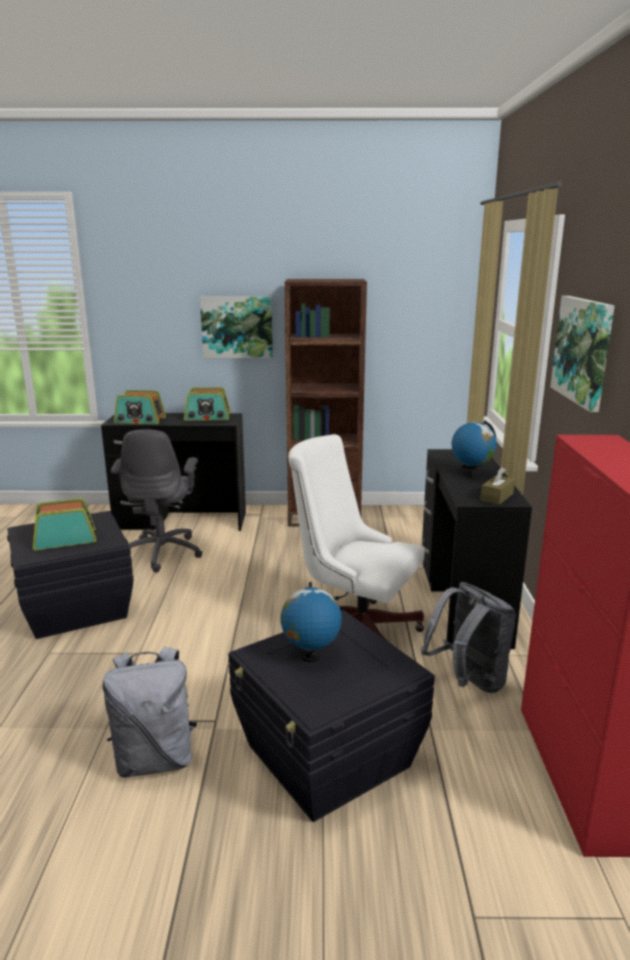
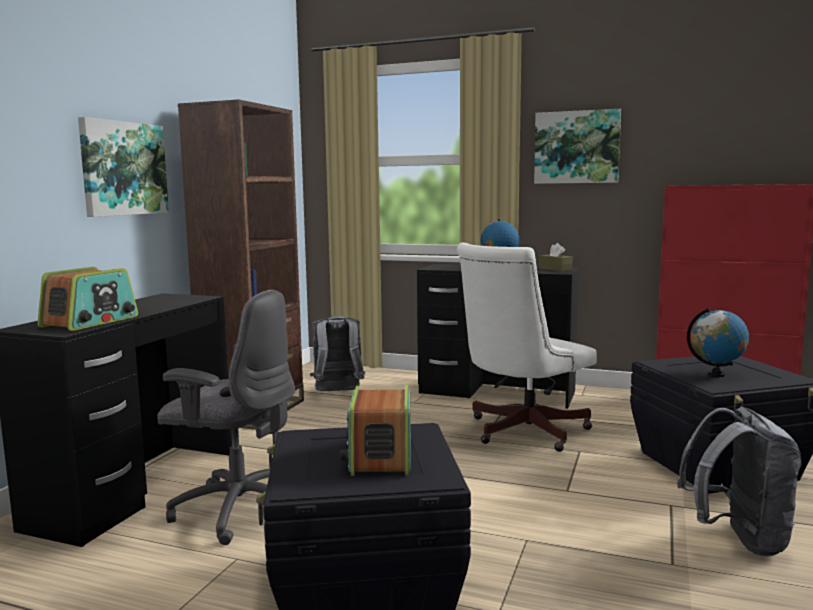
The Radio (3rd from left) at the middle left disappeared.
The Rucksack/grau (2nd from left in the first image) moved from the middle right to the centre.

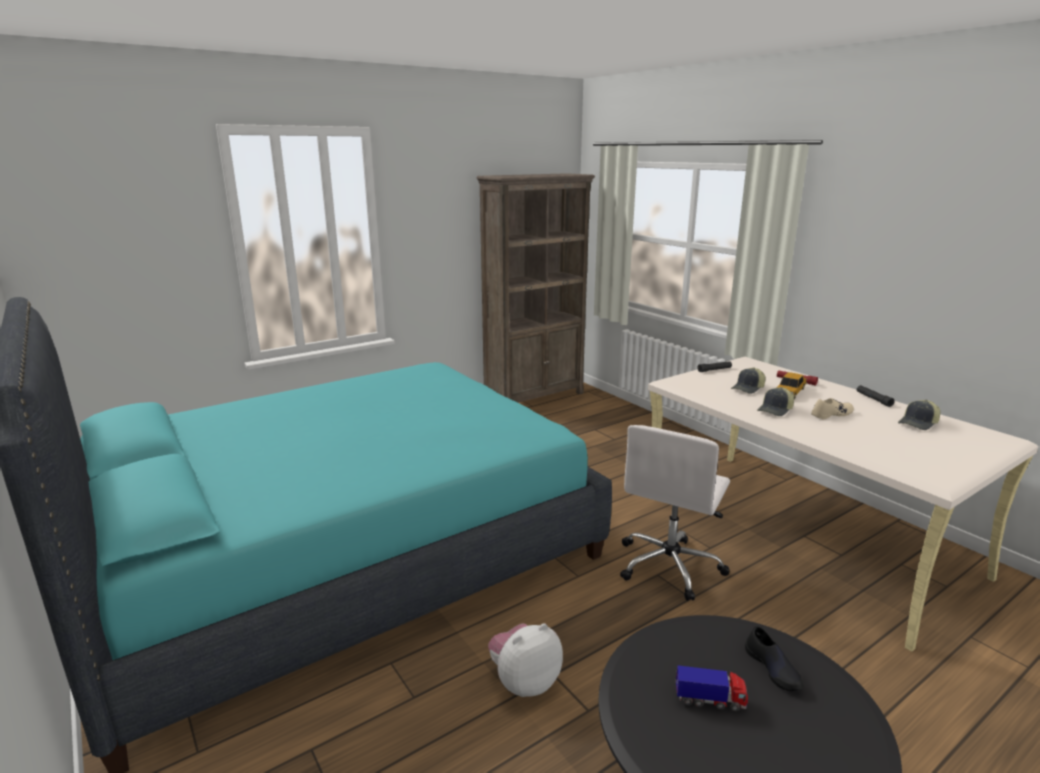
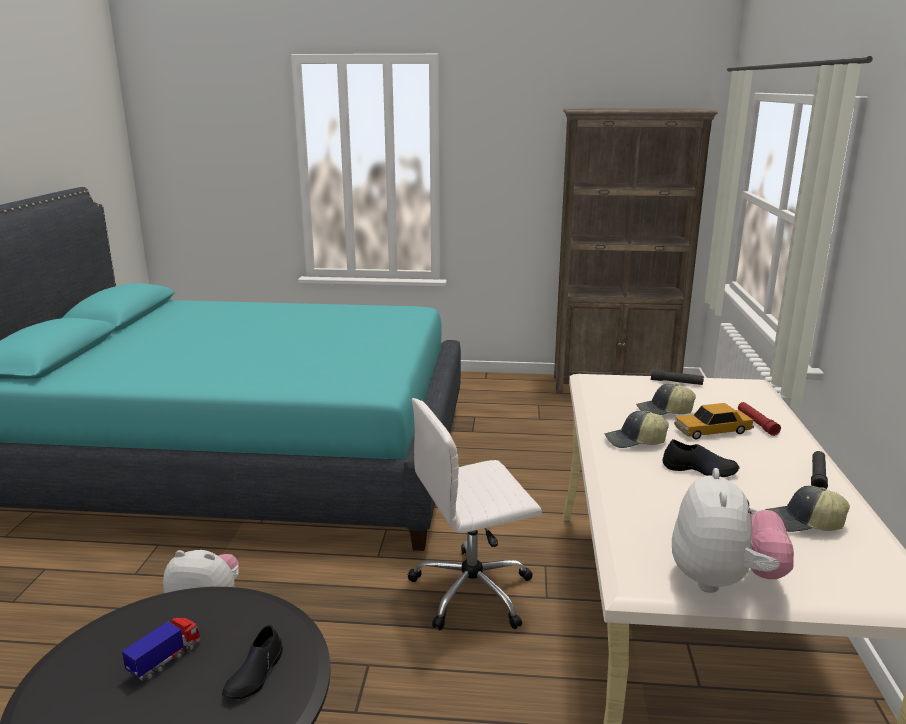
The Plüschtier (2nd from left) at the bottom right appeared.
The Schuh/beige at the middle right became the Schuh/schwarz (2nd from left) at the middle right.
The Spielzeuglaster at the bottom right turned 105 degrees counterclockwise.

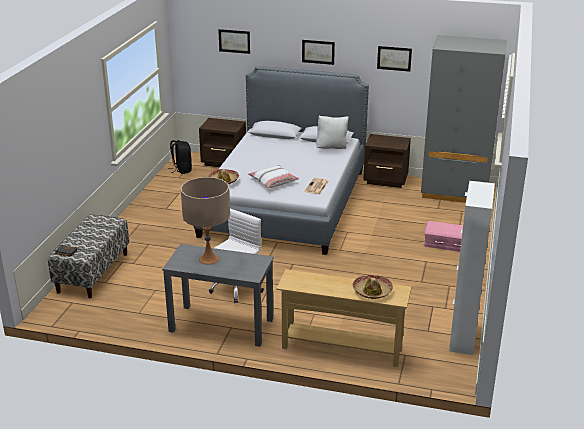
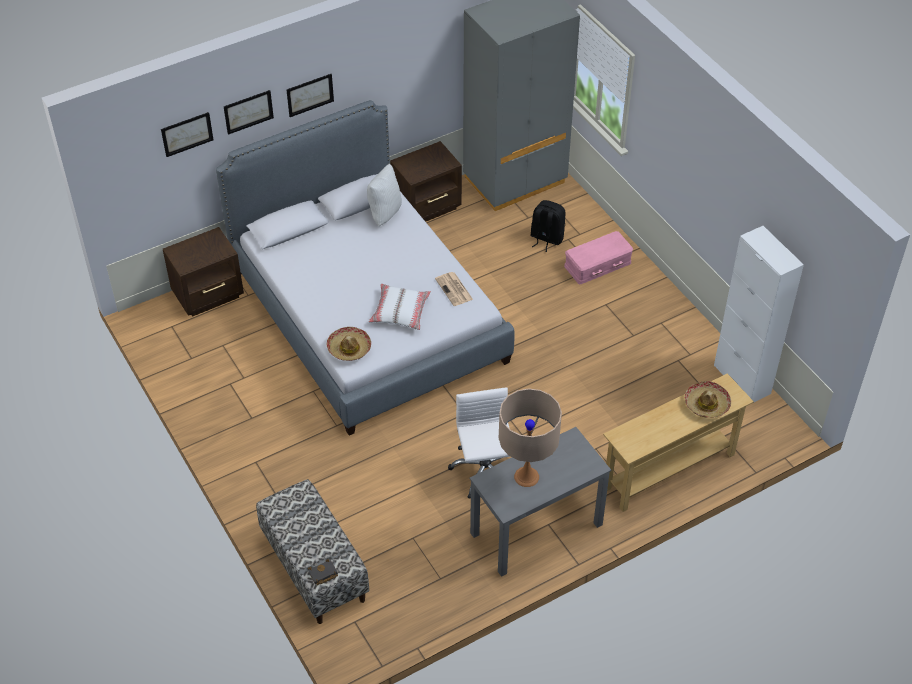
The Rucksack/schwarz moved from the middle left to the top centre.
The Bild (3rd from left in the first image) moved from the top right to the top left.

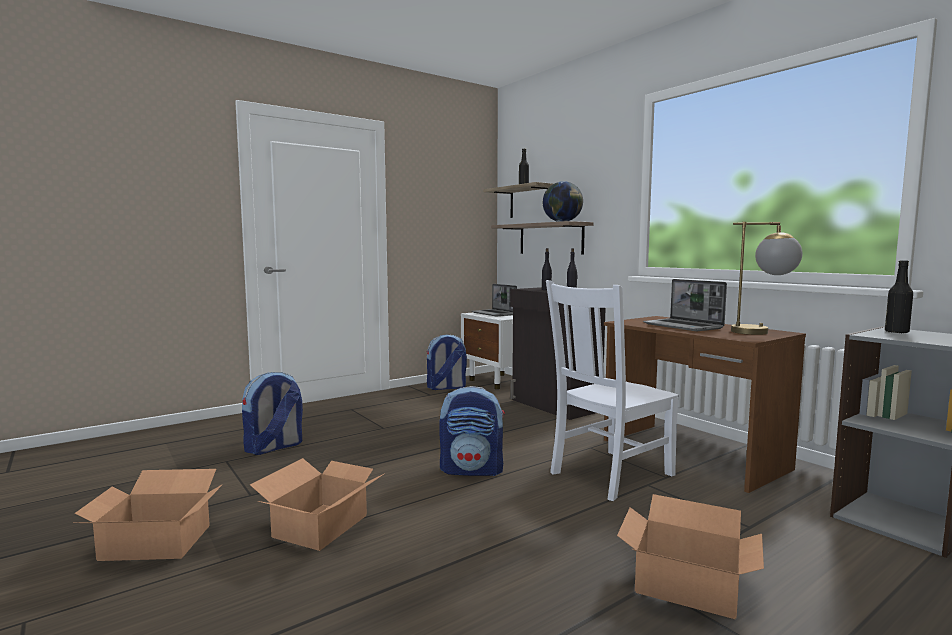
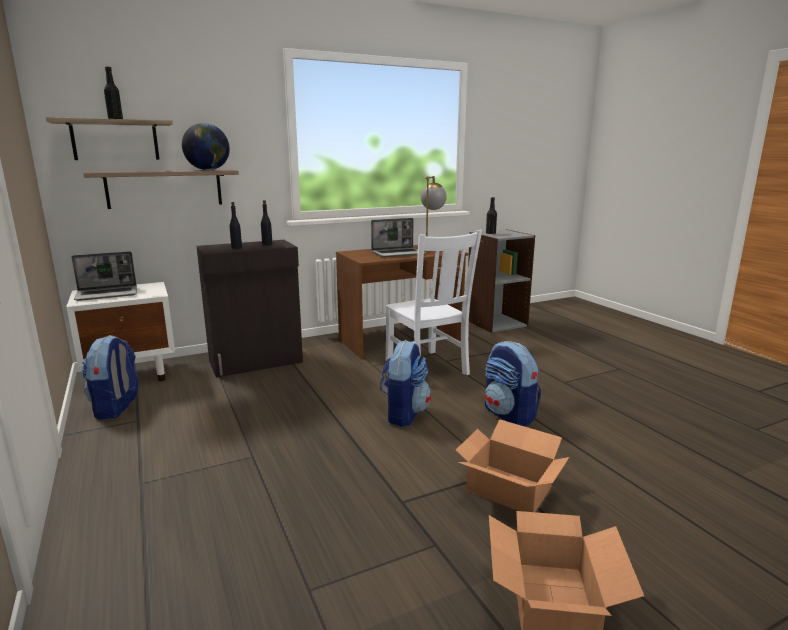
The Karton (3rd from left) at the bottom right disappeared.
The Rucksack (1st from left in the first image) moved from the middle left to the centre.

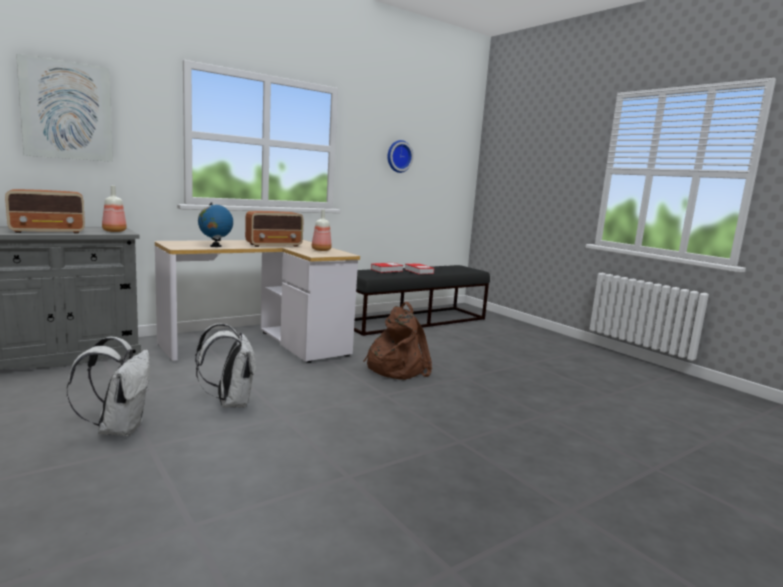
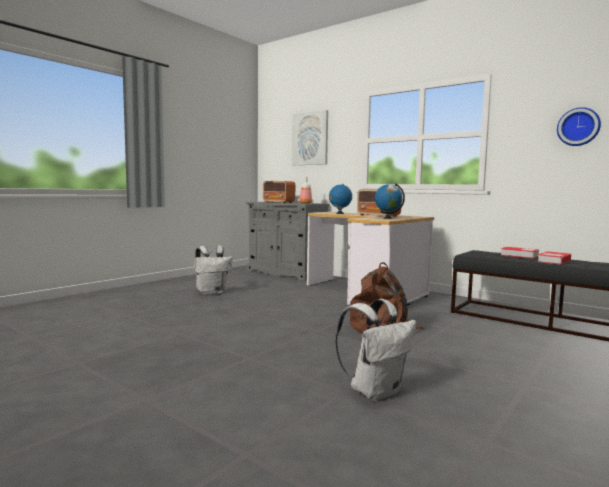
The Rucksack/weiß (2nd from left) moved from the middle left to the bottom centre.
The Flasche (2nd from left) at the centre was replaced by the Globus (2nd from left) at the centre.

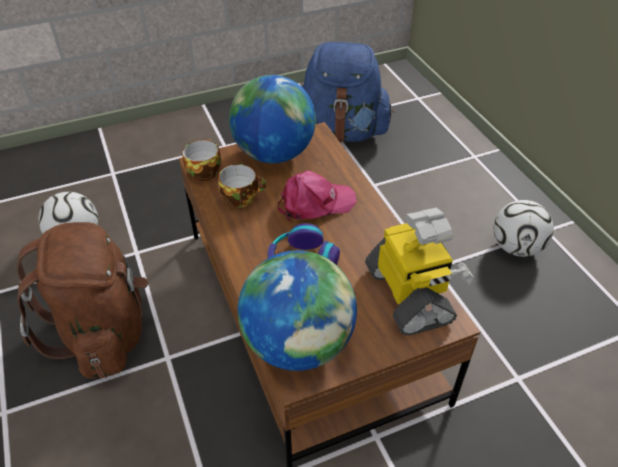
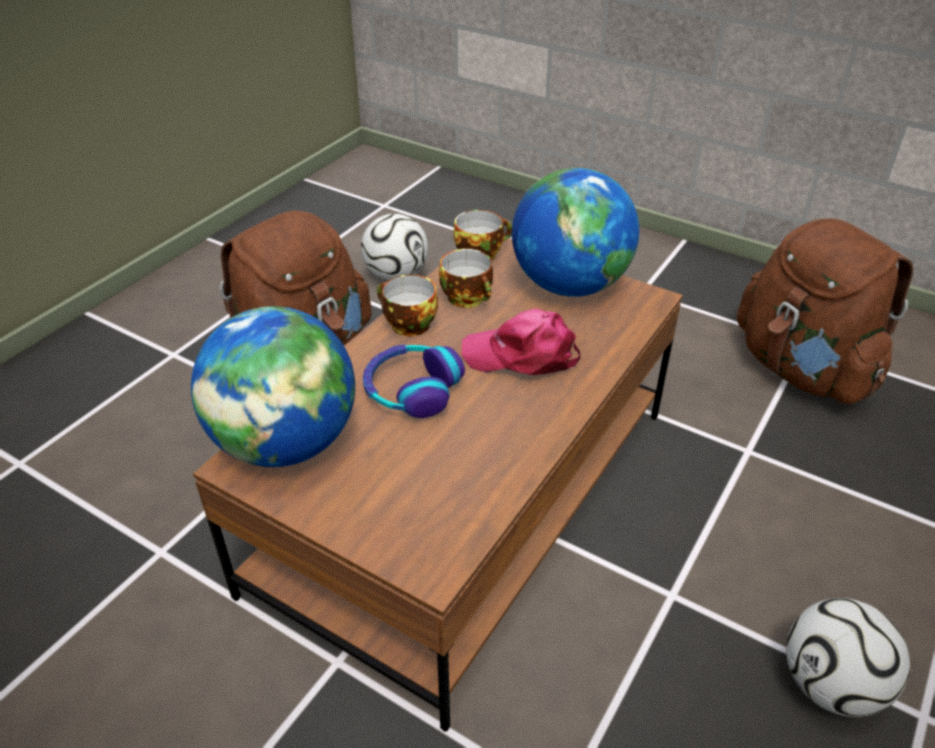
The Spielzeugroboter at the middle right disappeared.
The Tasse (1st from left) at the centre appeared.
The Rucksack/blau at the top centre became the Rucksack/braun (2nd from left) at the middle right.
The Kappe/rosa at the centre turned 150 degrees clockwise.

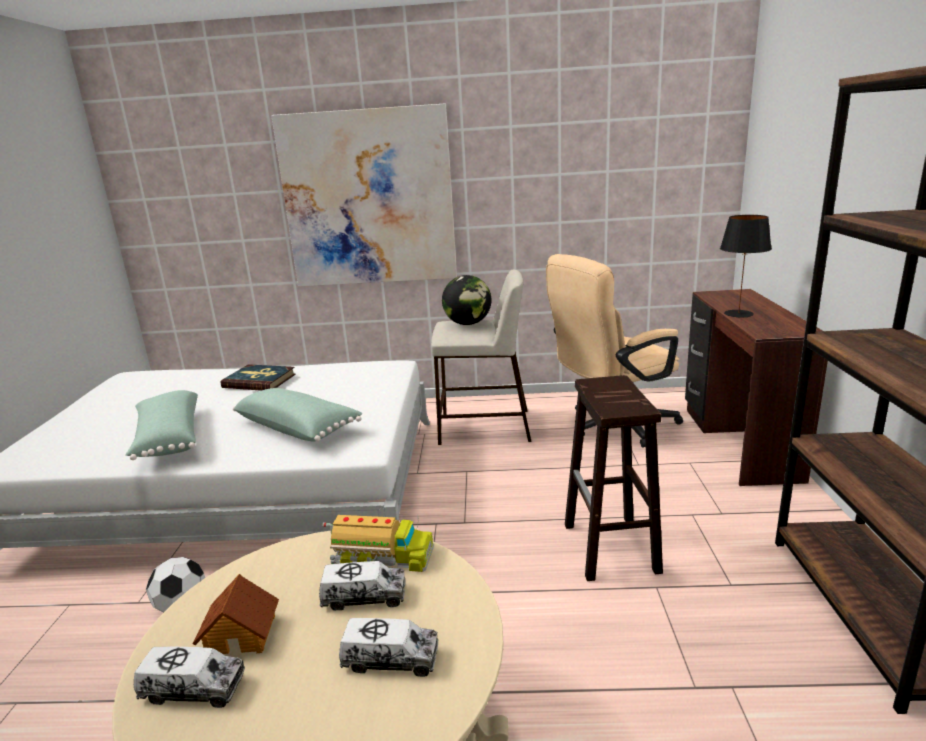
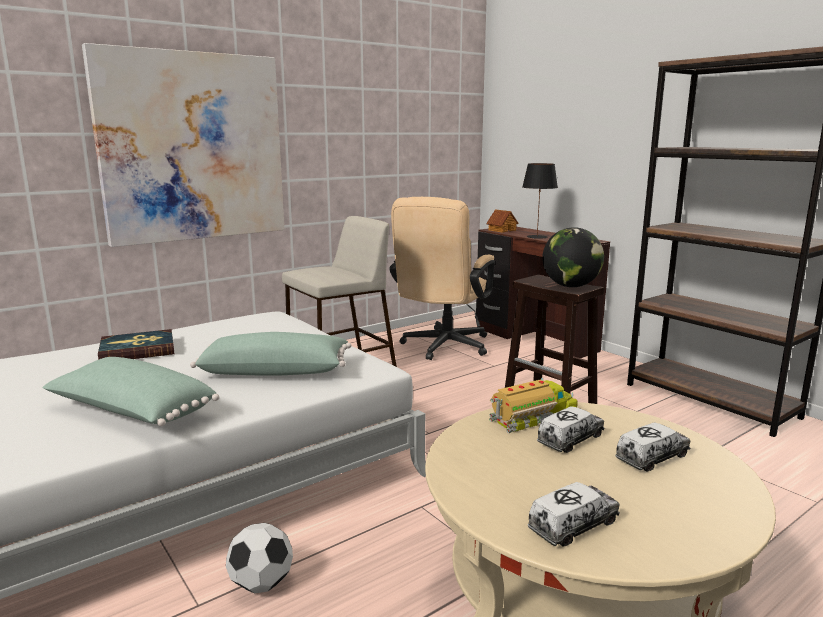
The Spielzeughaus moved from the bottom left to the centre.
The Globus moved from the centre to the middle right.

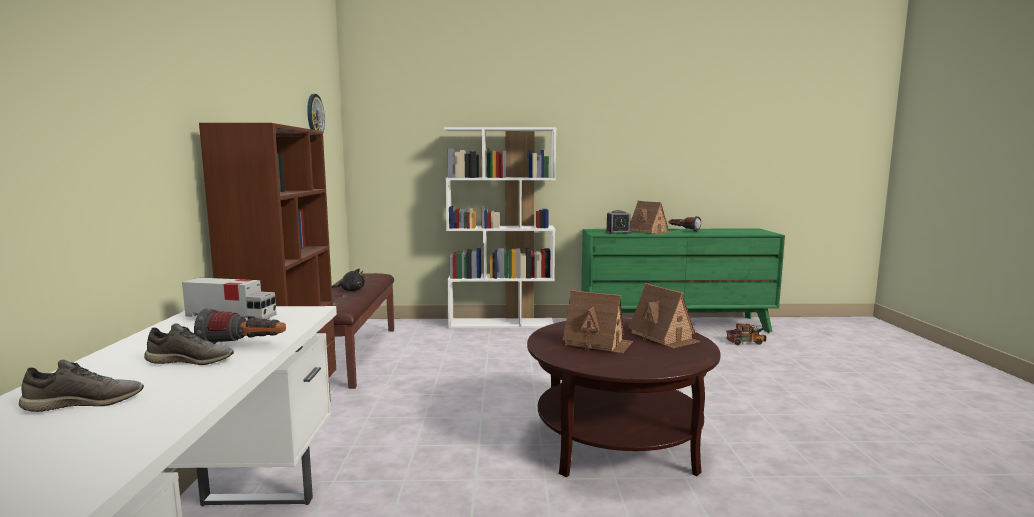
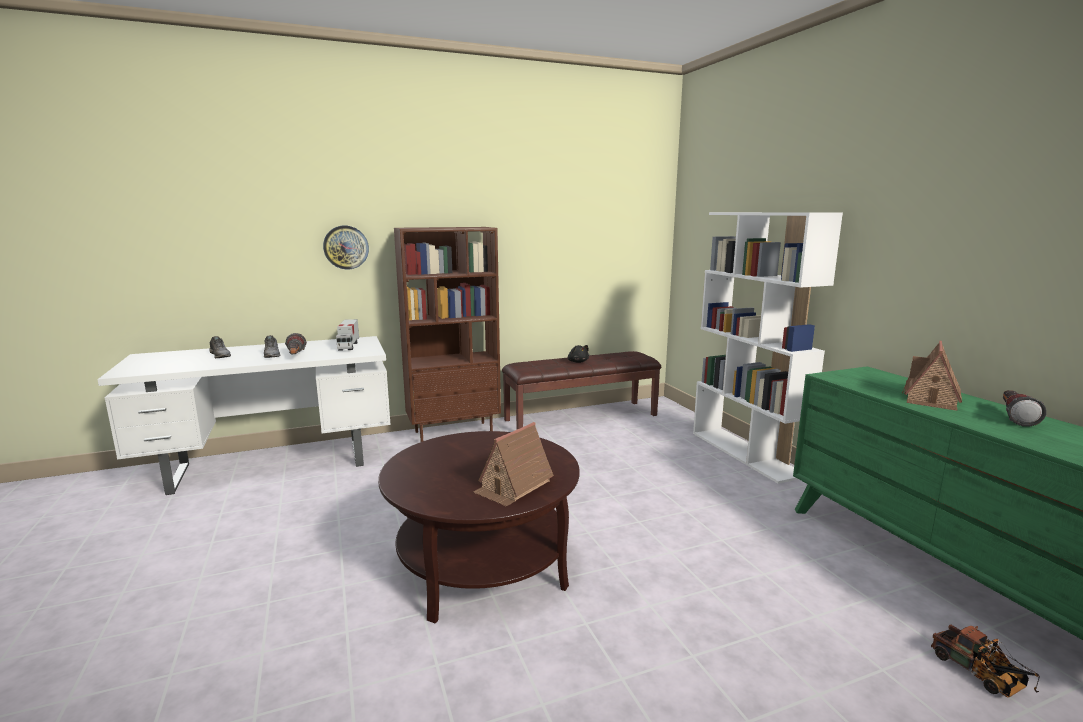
The Spielzeughaus (1st from left) at the centre disappeared.
The Wecker at the centre disappeared.
The Wanduhr moved from the top left to the middle left.

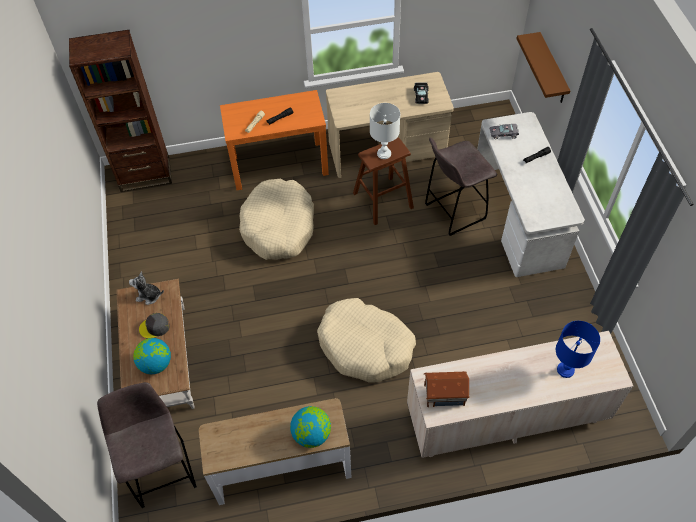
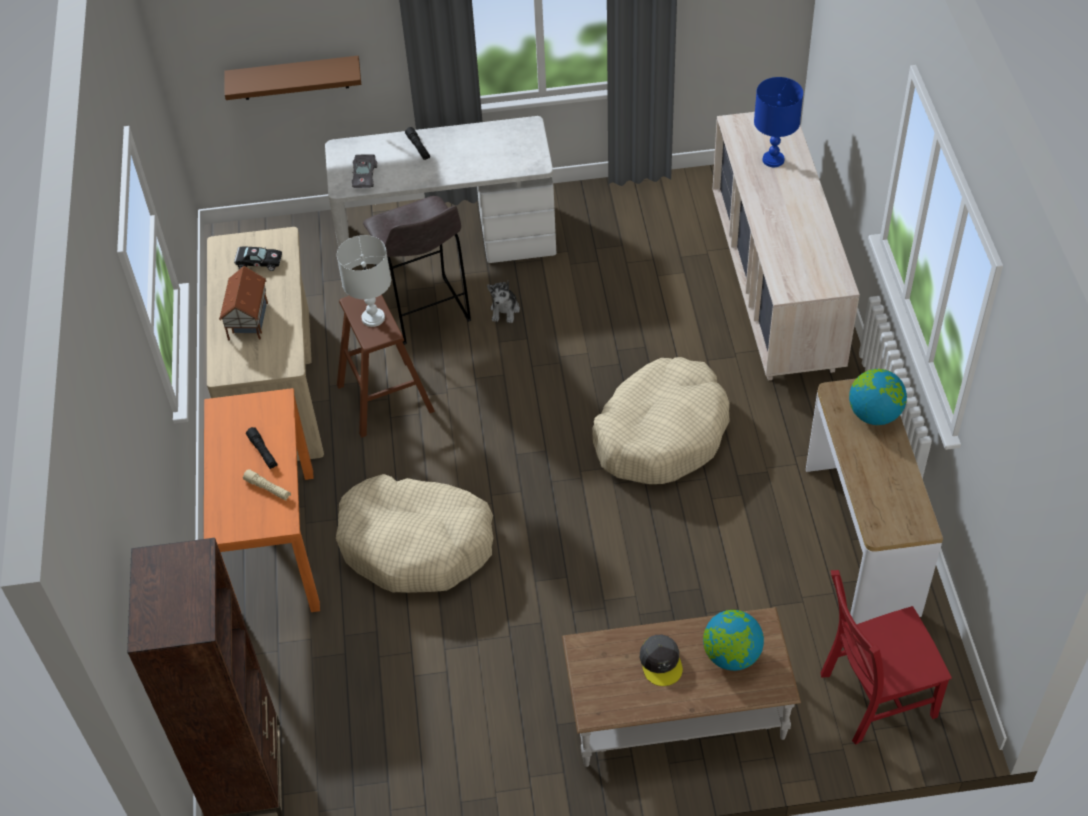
The Plüschtier moved from the middle left to the centre.
The Spielzeughaus moved from the bottom centre to the middle left.
The Hocker/grau (1st from left) at the bottom left was replaced by the Stuhl/rot at the bottom right.

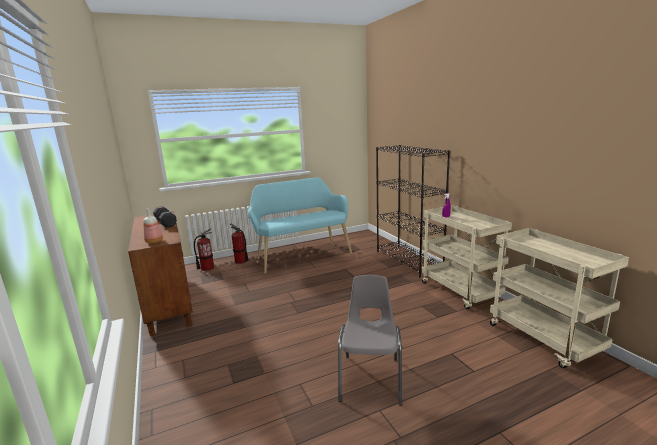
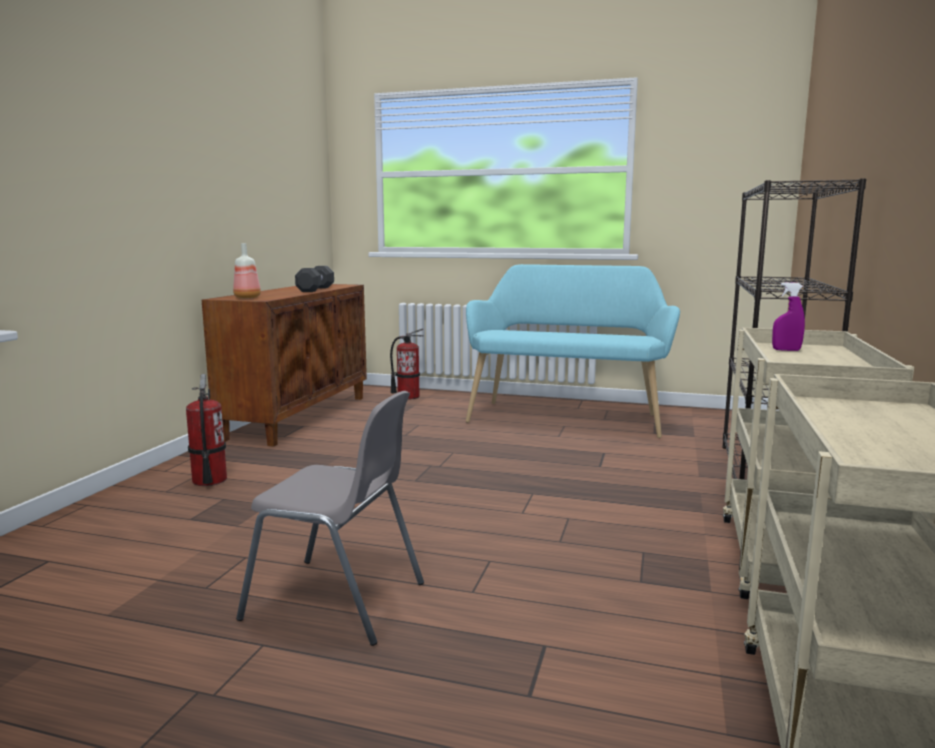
The Feuerlöscher (2nd from left in the first image) moved from the centre to the middle left.
The Stuhl/grau at the bottom centre turned 60 degrees clockwise.

